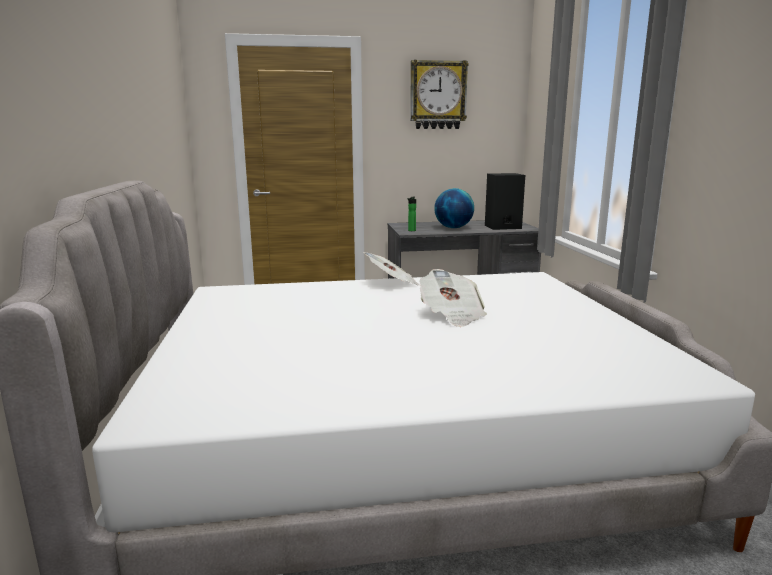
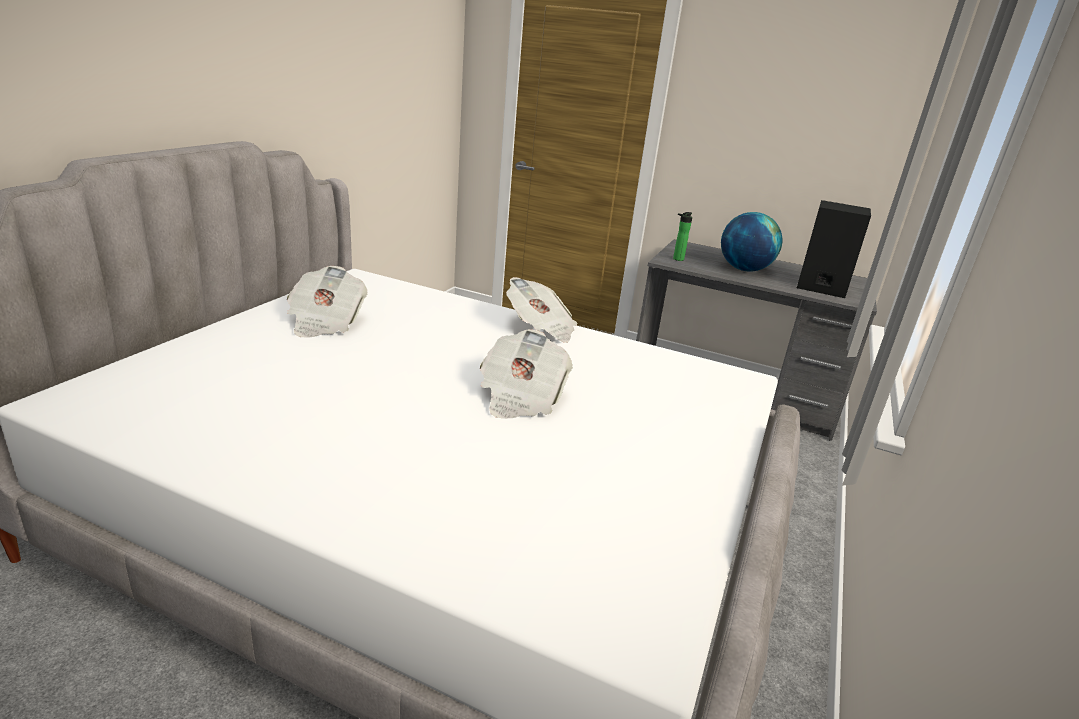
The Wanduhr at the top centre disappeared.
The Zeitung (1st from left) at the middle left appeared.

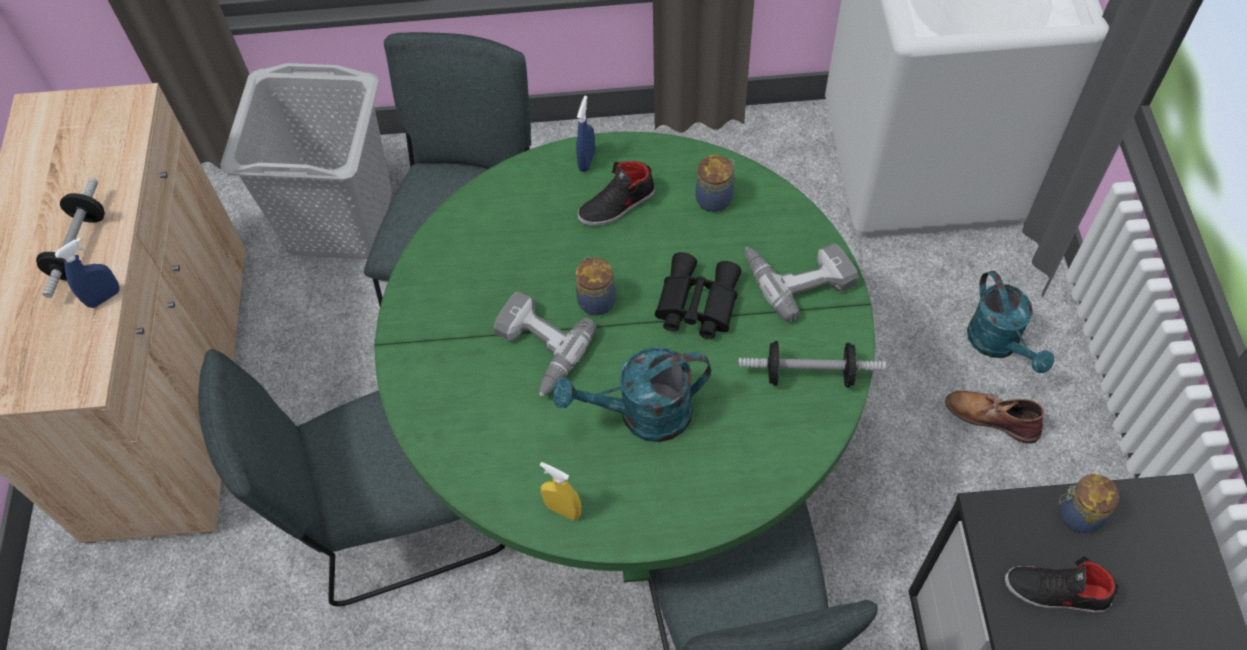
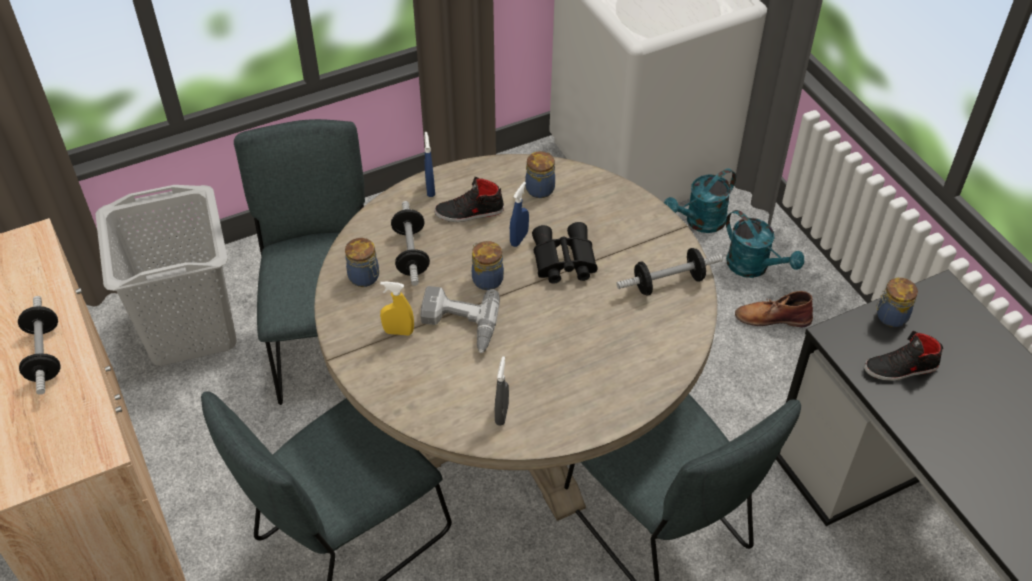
The Bohrmaschine (2nd from left) at the centre disappeared.
The Vorratsglas (1st from left) at the centre appeared.
The Hantel (2nd from left) at the centre appeared.
The Sprühflasche/grau at the bottom centre appeared.
The Sprühflasche/blau (1st from left in the first image) moved from the middle left to the centre.
The Sprühflasche/gelb moved from the bottom centre to the centre.
The Gießkanne/türkis (1st from left) moved from the centre to the middle right.
The Esstisch/grün at the centre became the Esstisch/beige at the centre.
The Schuh/schwarz (1st from left) at the top centre turned 45 degrees clockwise.

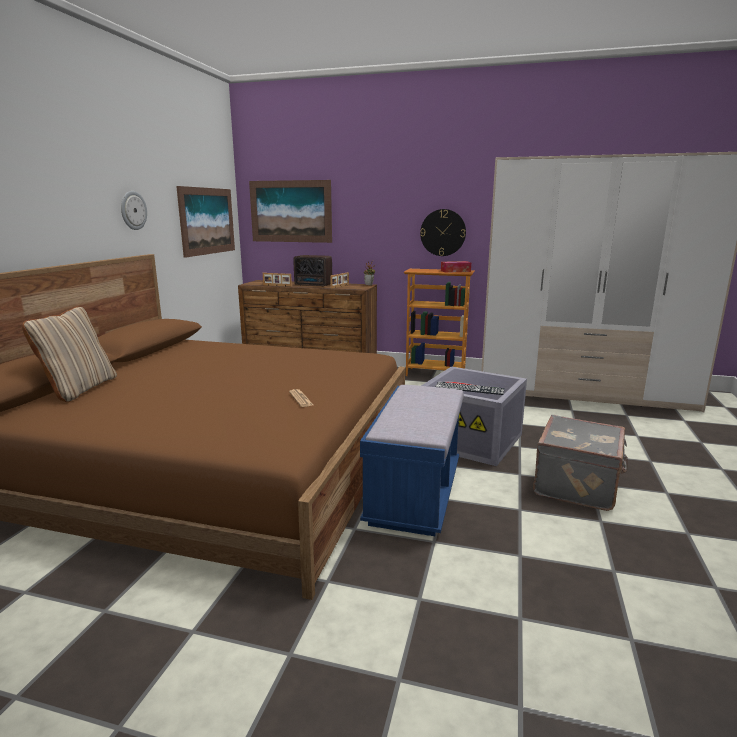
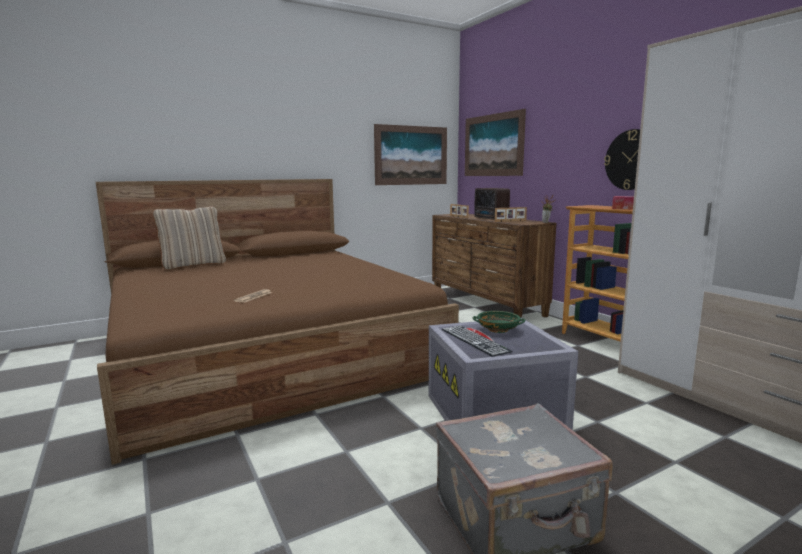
The Wanduhr (1st from left) at the top left disappeared.
The Bank/blau at the centre disappeared.
The Schüssel/grün at the centre appeared.

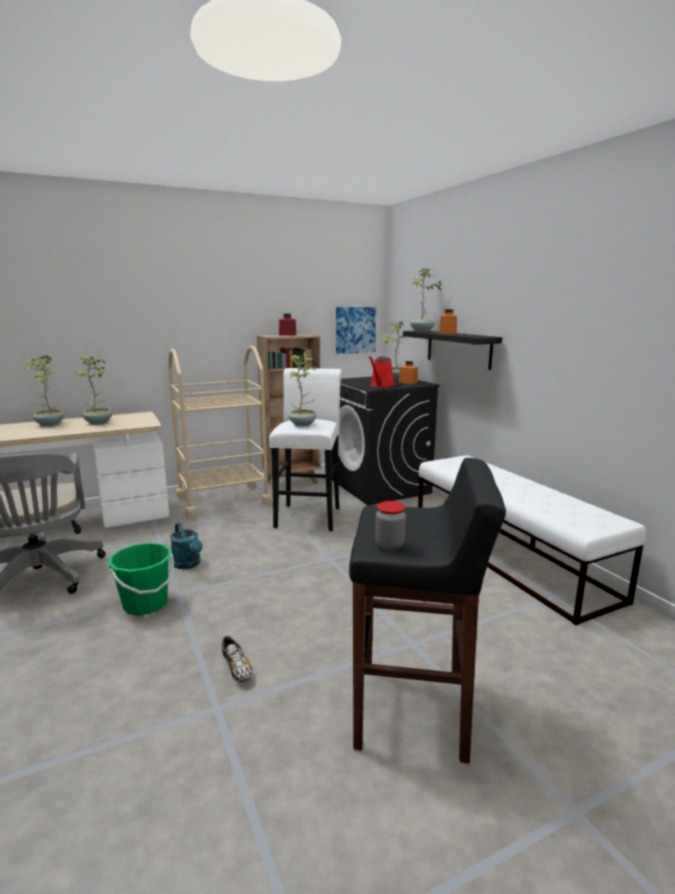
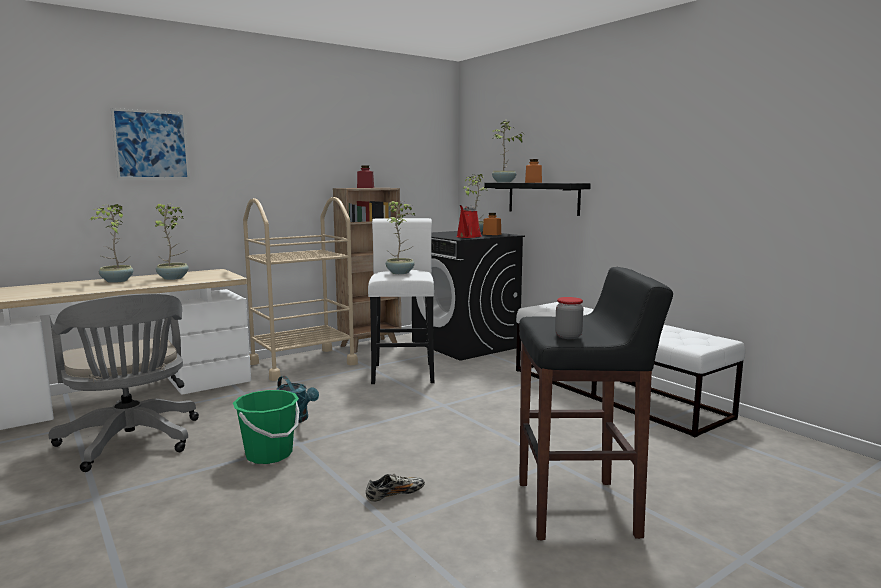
The Bild moved from the centre to the top left.
The Schuh at the bottom centre turned 75 degrees counterclockwise.

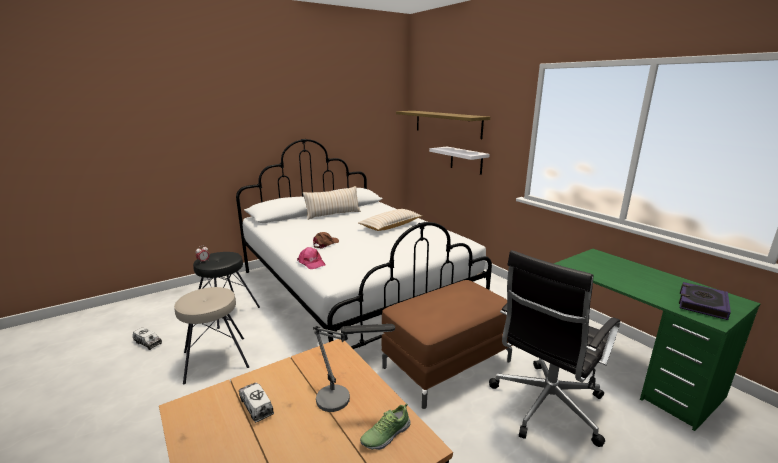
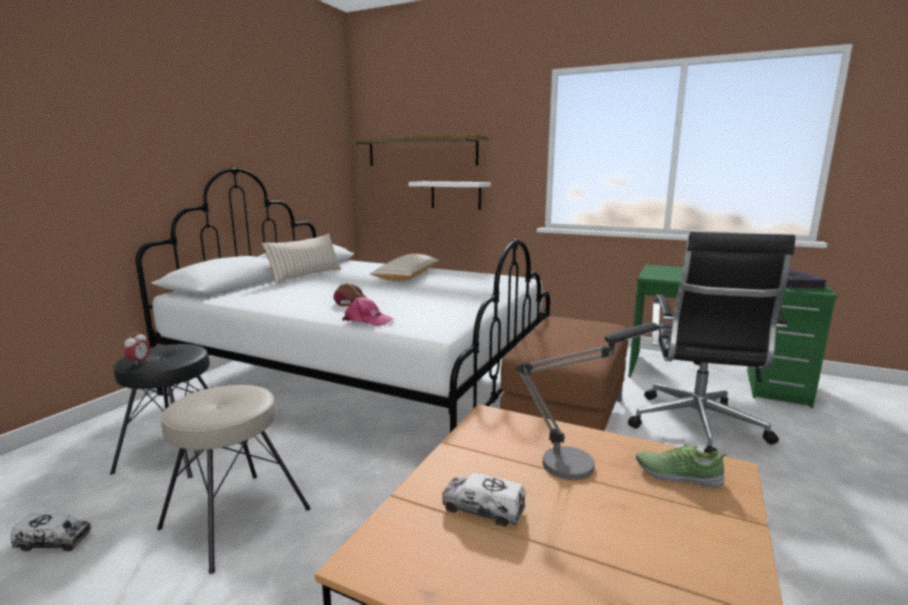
The Schuh at the bottom centre turned 90 degrees clockwise.

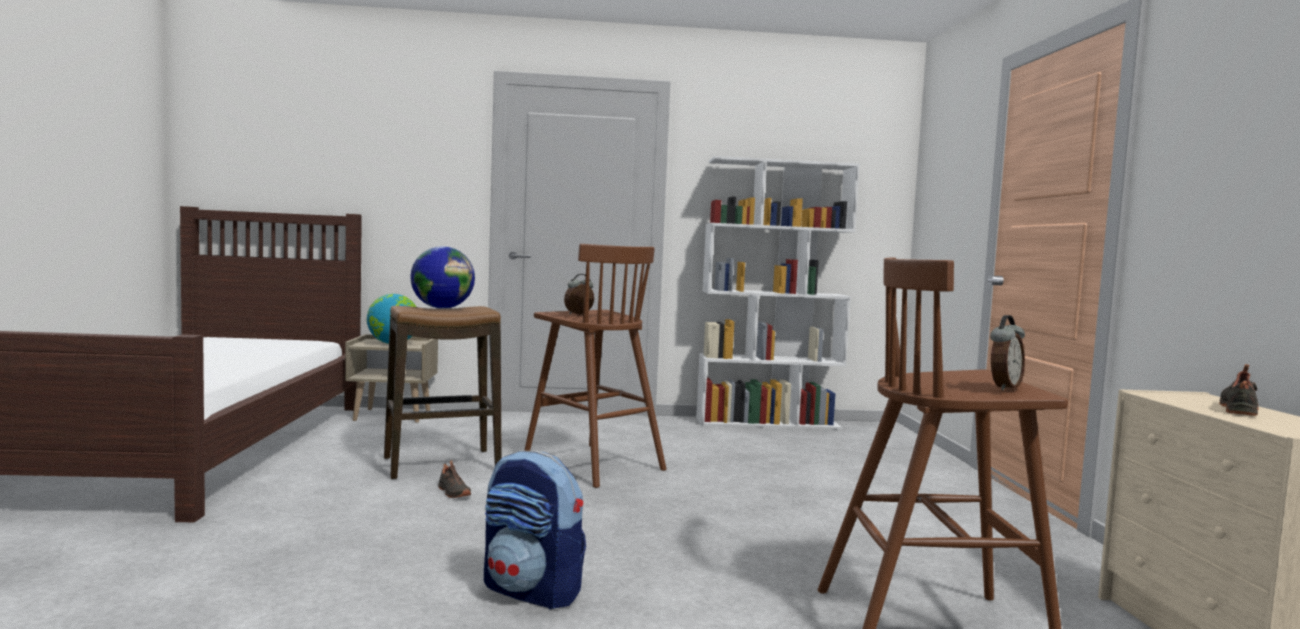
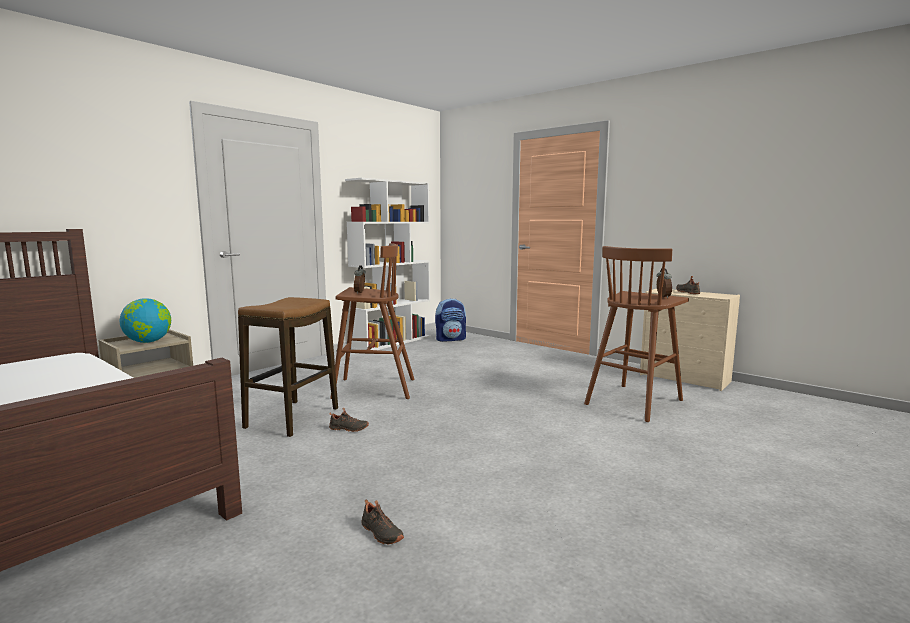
The Globus (2nd from left) at the centre disappeared.
The Schuh/schwarz (2nd from left) at the bottom centre appeared.
The Rucksack moved from the bottom centre to the centre.

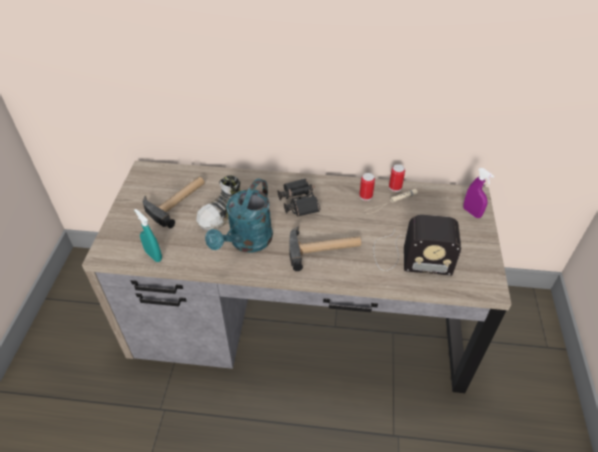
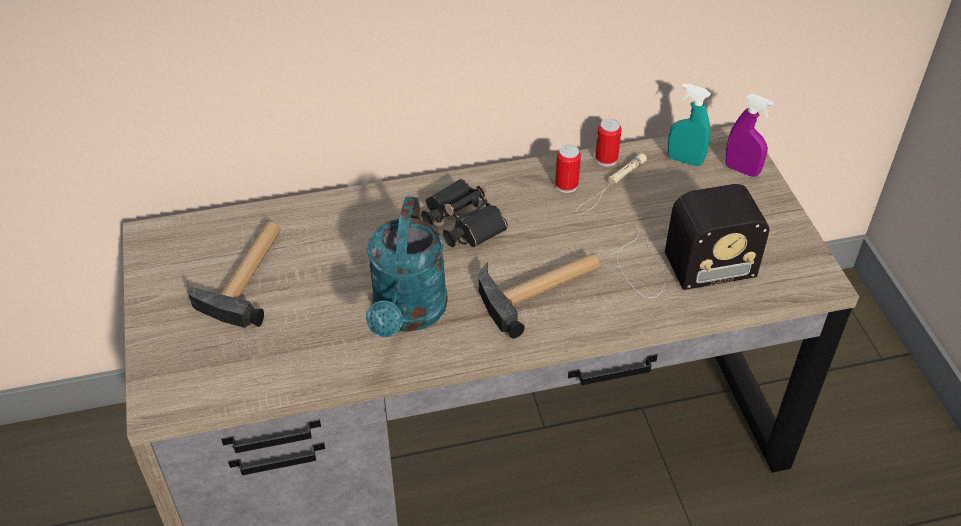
The Schuh at the centre disappeared.
The Sprühflasche/türkis moved from the middle left to the top right.

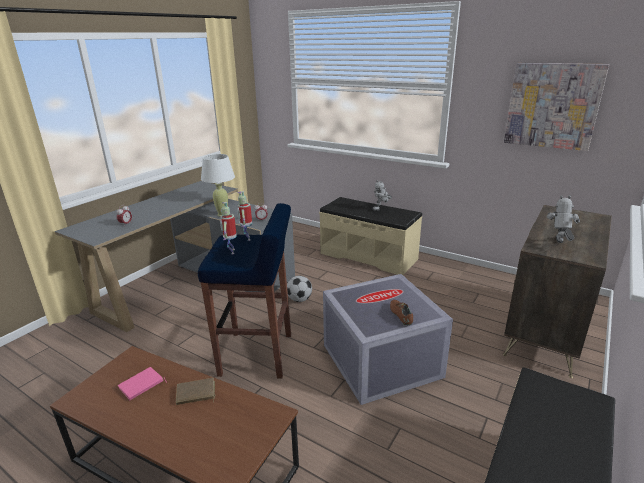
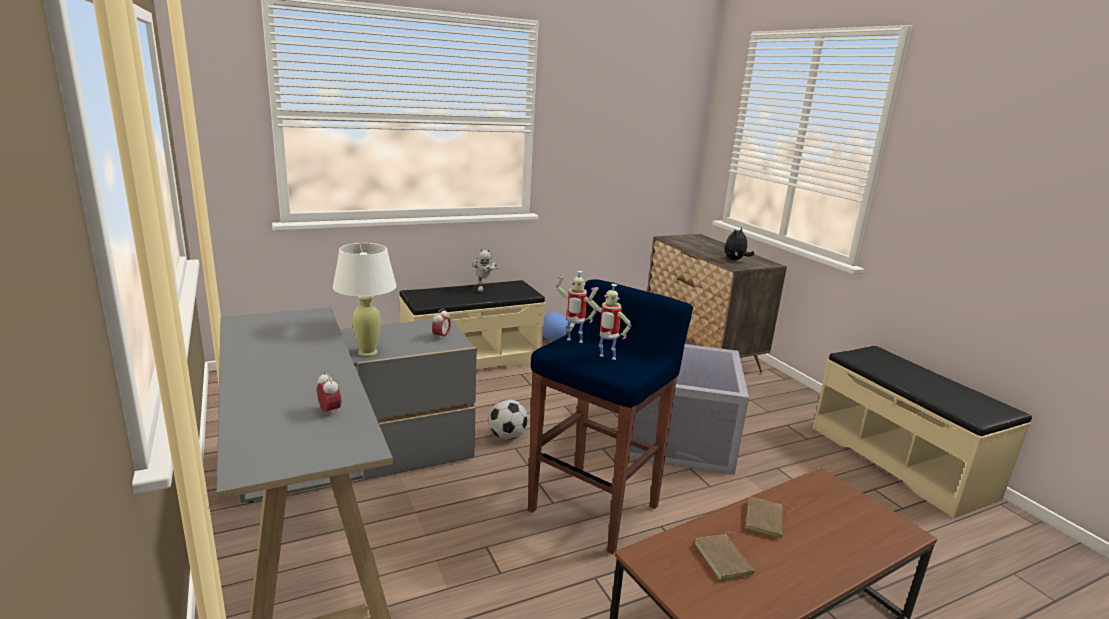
The Schuh/braun at the centre disappeared.
The Bild at the top right disappeared.
The Fußball (2nd from left) at the centre appeared.
The Spielzeugroboter (4th from left) at the middle right was replaced by the Plüschtier at the centre.
The Buch/rosa at the bottom left became the Buch/braun (1st from left) at the bottom centre.

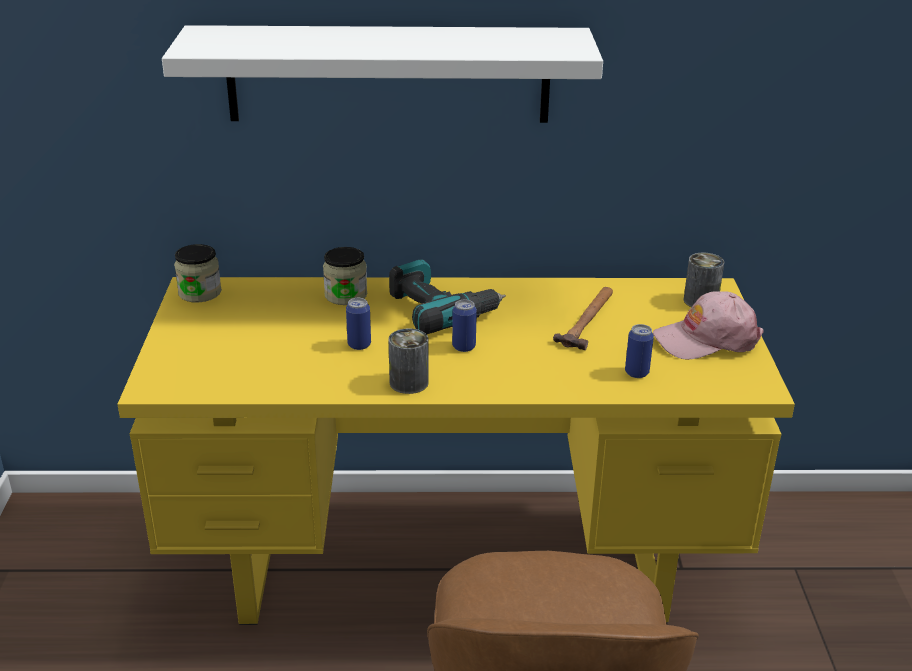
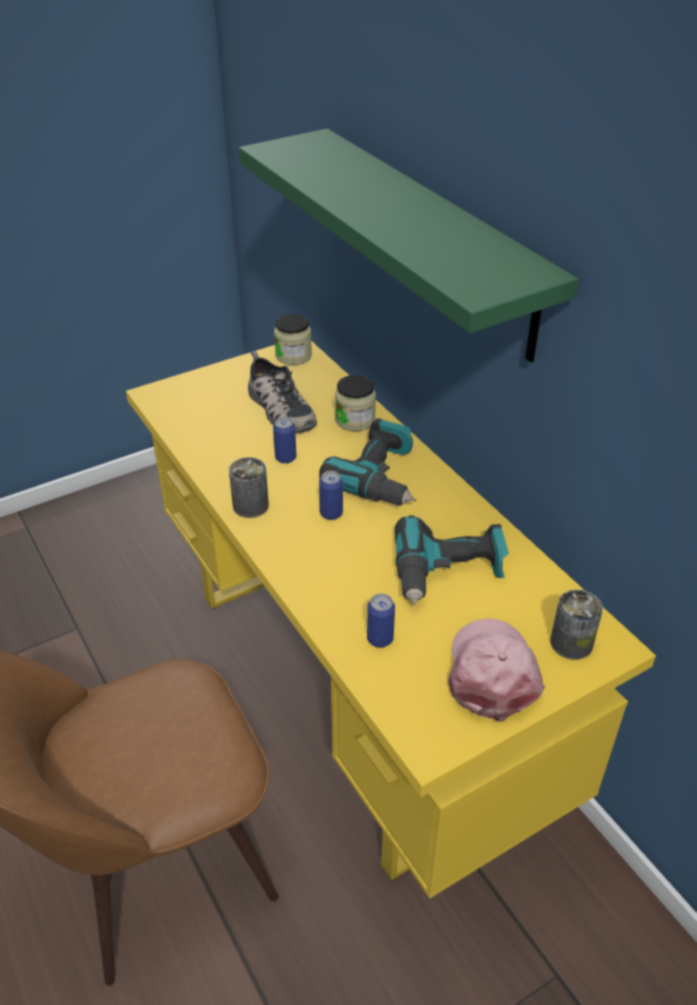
The Schuh at the centre appeared.
The Hammer at the centre was replaced by the Bohrmaschine (2nd from left) at the centre.
The Wandregal/weiß at the top centre became the Wandregal/grün at the top centre.
The Kappe/rosa at the middle right turned 45 degrees clockwise.

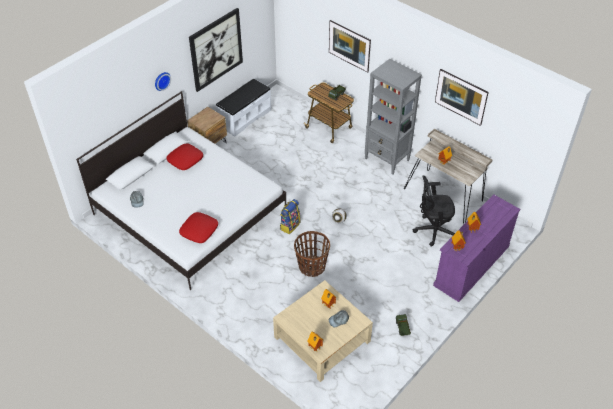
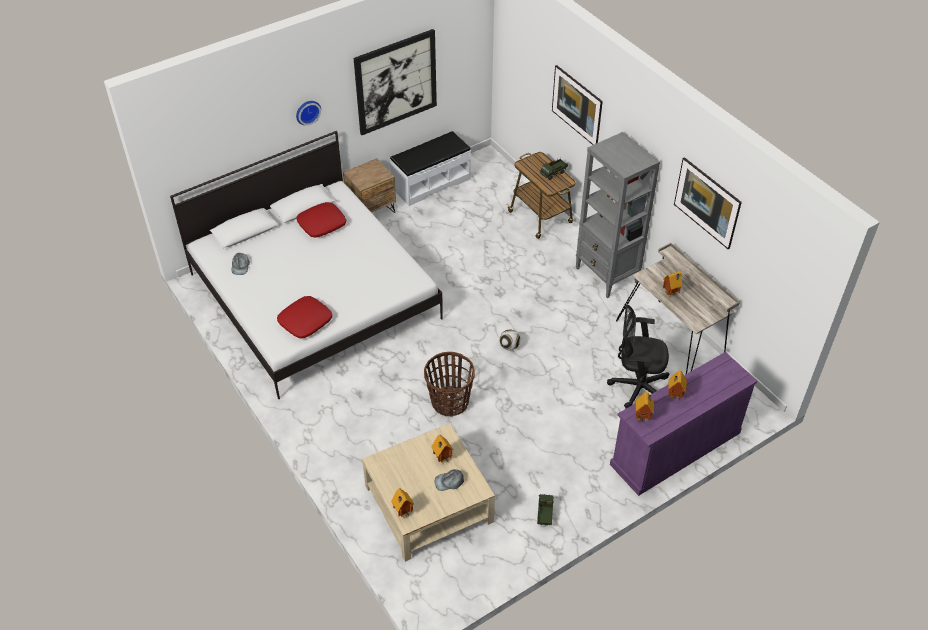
The Rucksack at the centre disappeared.

